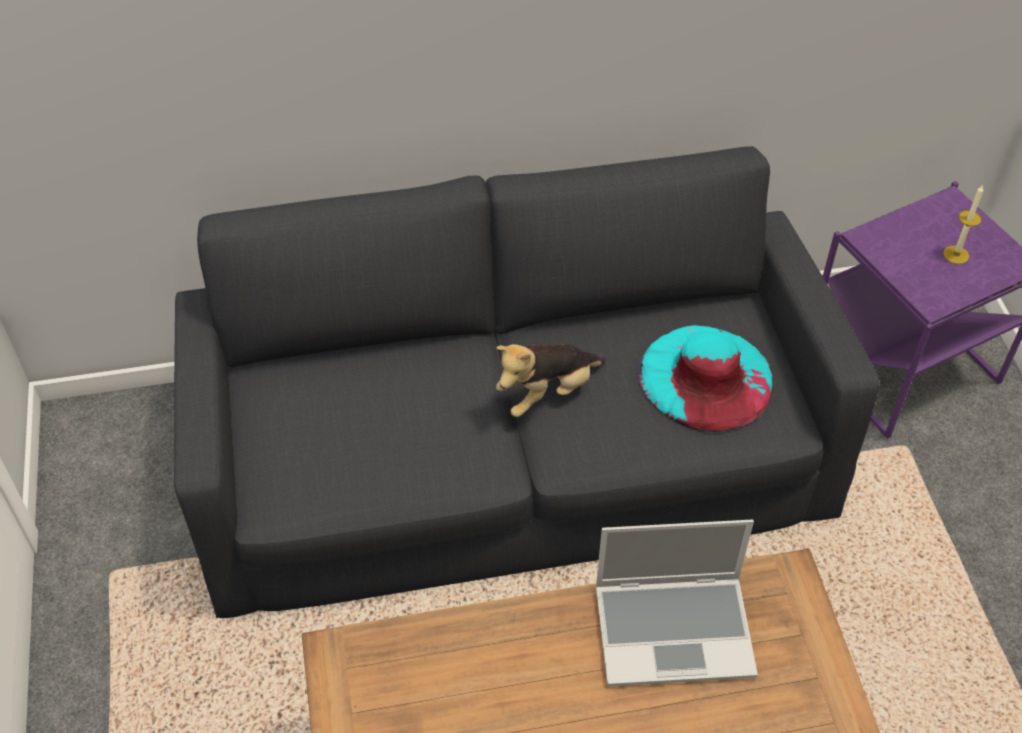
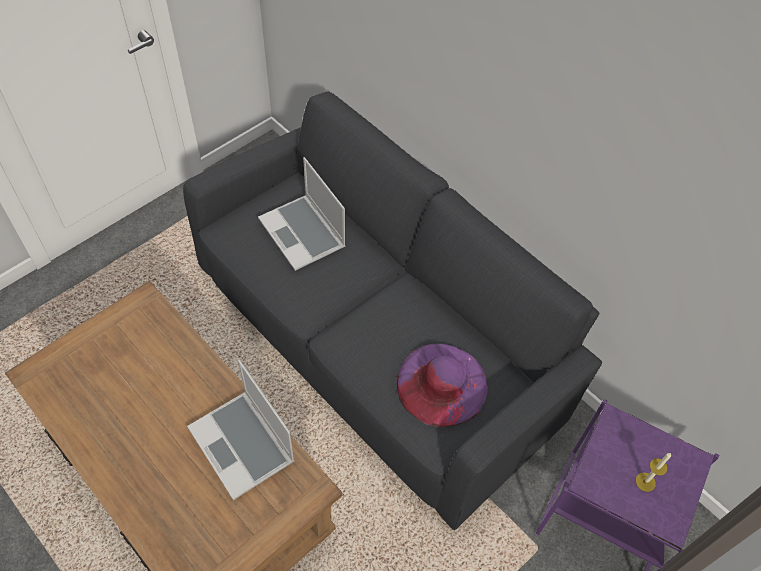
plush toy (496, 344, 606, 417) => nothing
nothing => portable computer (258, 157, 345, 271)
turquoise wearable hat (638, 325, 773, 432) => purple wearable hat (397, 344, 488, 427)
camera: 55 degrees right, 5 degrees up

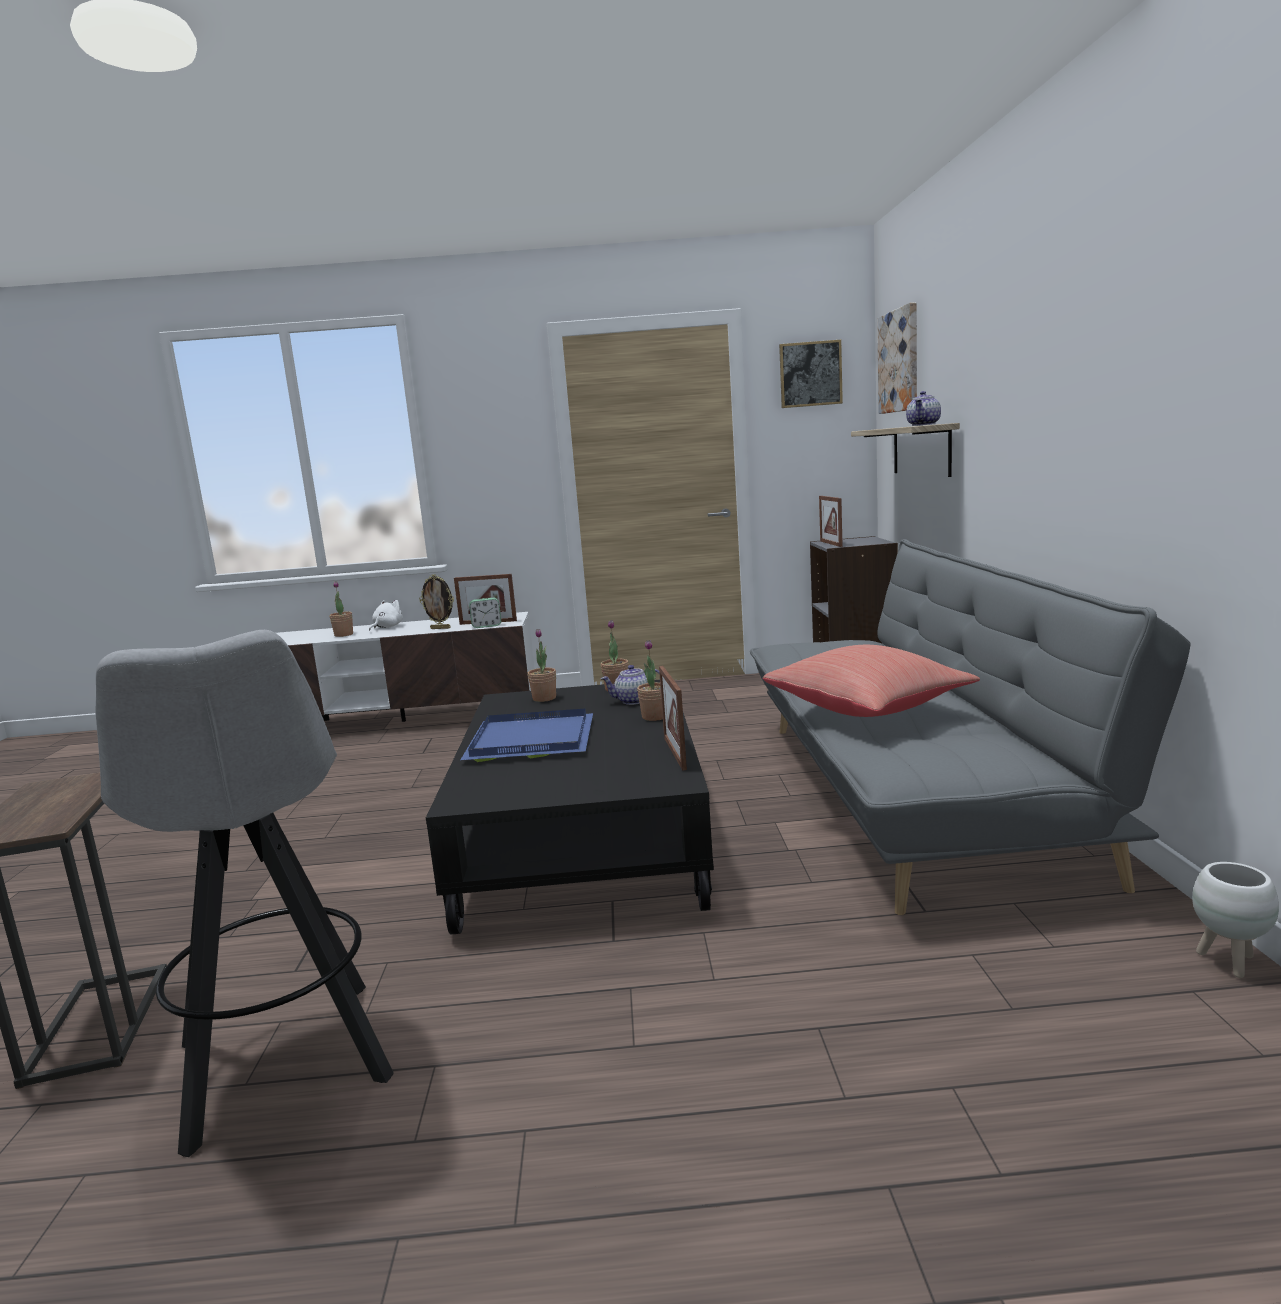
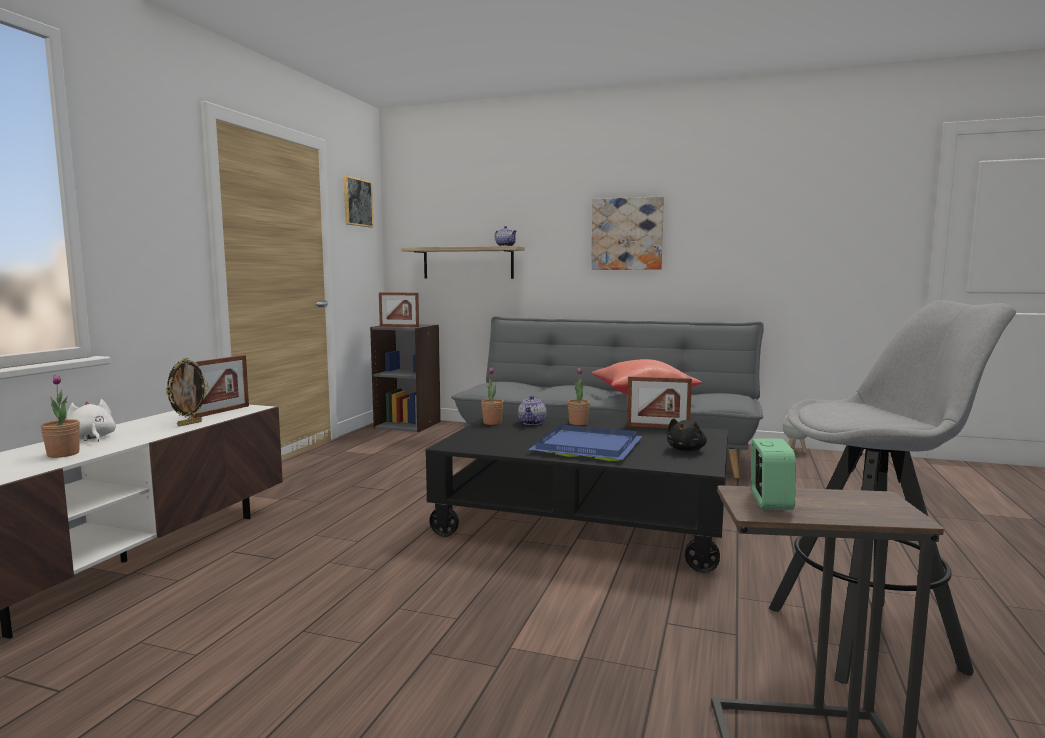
houseplant (528, 629, 556, 702) => nothing
nothing => black plush toy (667, 418, 707, 451)
table clock (469, 598, 501, 628) => table clock (751, 438, 796, 510), move
wall picture (877, 302, 917, 414) => wall picture (591, 196, 664, 270), move
camera: 70 degrees left, 5 degrees down

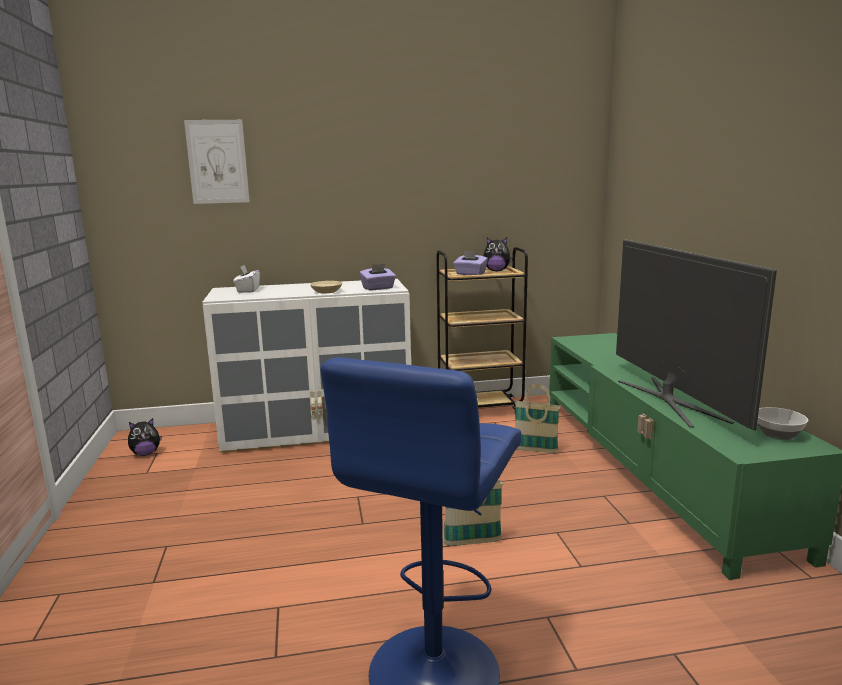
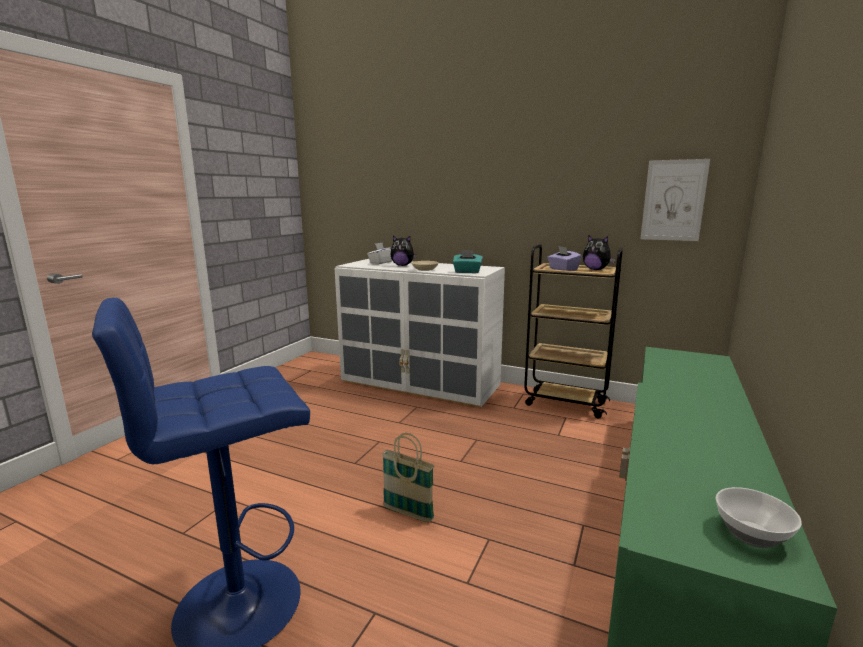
household basket (515, 384, 560, 453) => nothing
TV set (616, 239, 777, 430) => nothing
plush toy (128, 418, 162, 456) => plush toy (390, 236, 417, 266), move
wall picture (184, 120, 250, 204) => wall picture (641, 159, 710, 241), move
purple box of tissues (359, 264, 396, 290) => turquoise box of tissues (453, 250, 483, 273)
camera: 35 degrees right, 0 degrees up

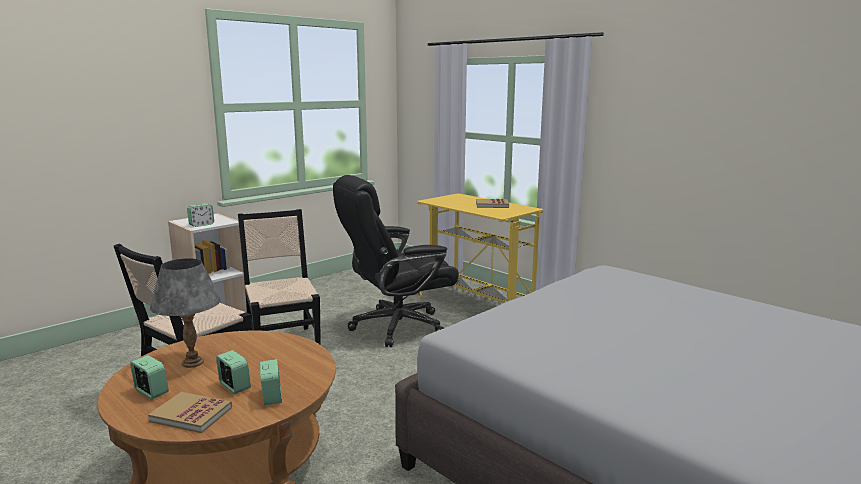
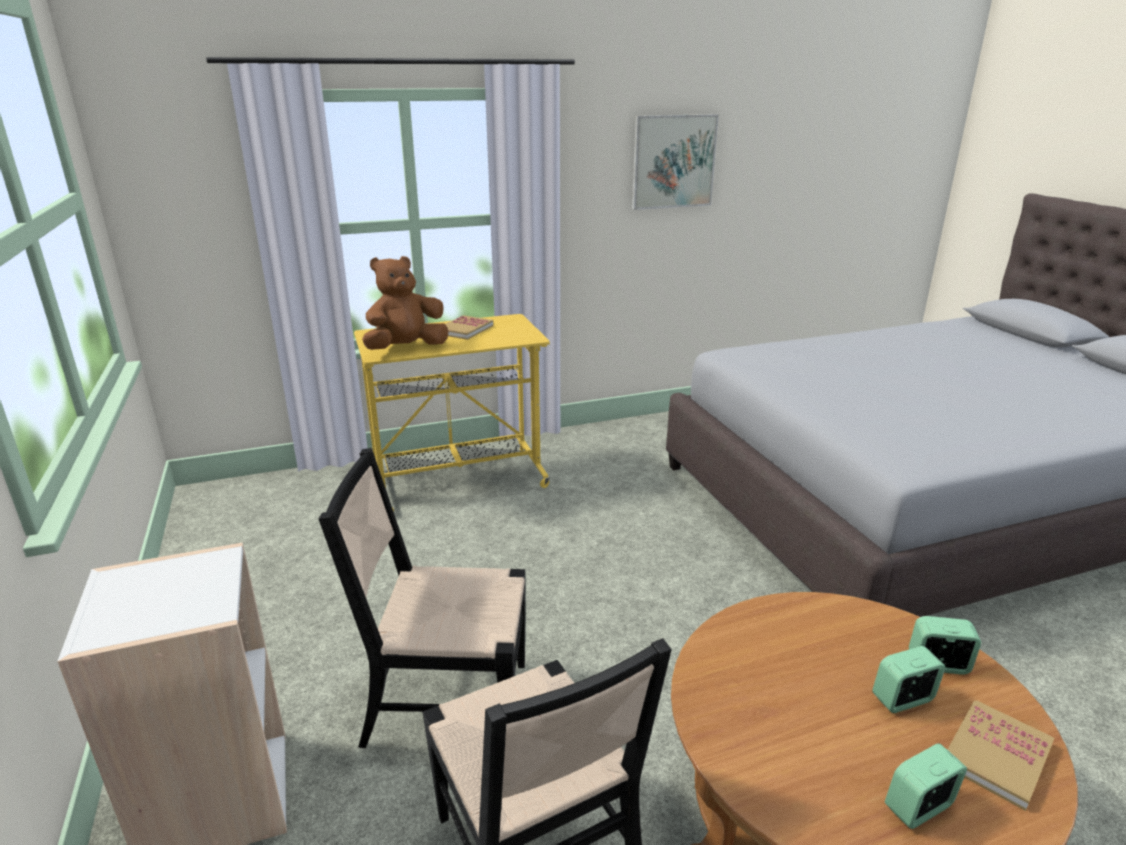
greyish lamp for a table (150, 258, 221, 368) => nothing
table clock (187, 203, 214, 227) => nothing
black desk chair (333, 175, 459, 347) => nothing
nothing => brownish plush toy (362, 256, 448, 350)
nothing => wall picture (632, 114, 719, 210)
camera: 65 degrees left, 10 degrees up

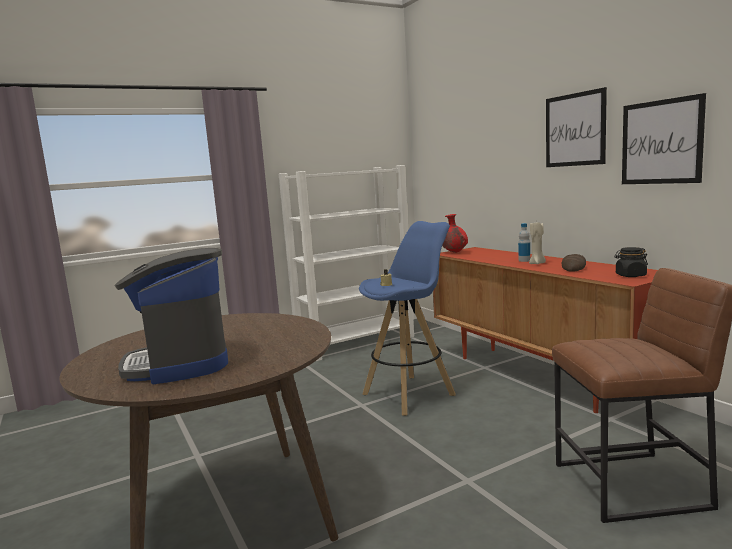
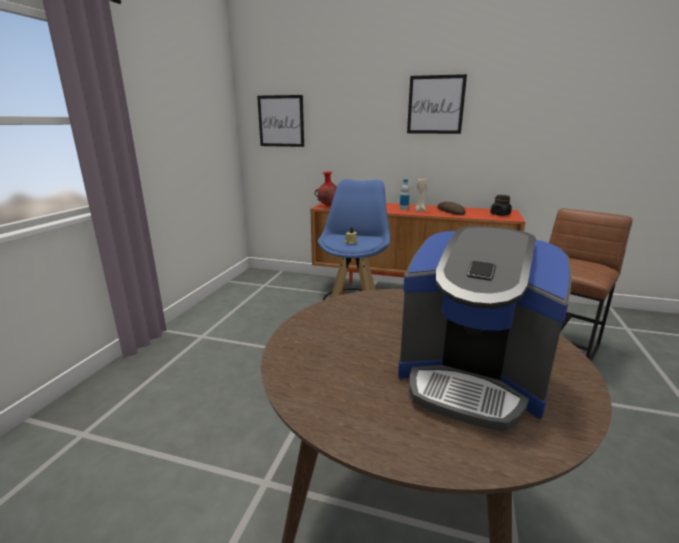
white bookshelf (279, 165, 414, 361) => nothing
wall picture (622, 93, 706, 184) => wall picture (257, 95, 304, 147), move
camera: 45 degrees left, 10 degrees up

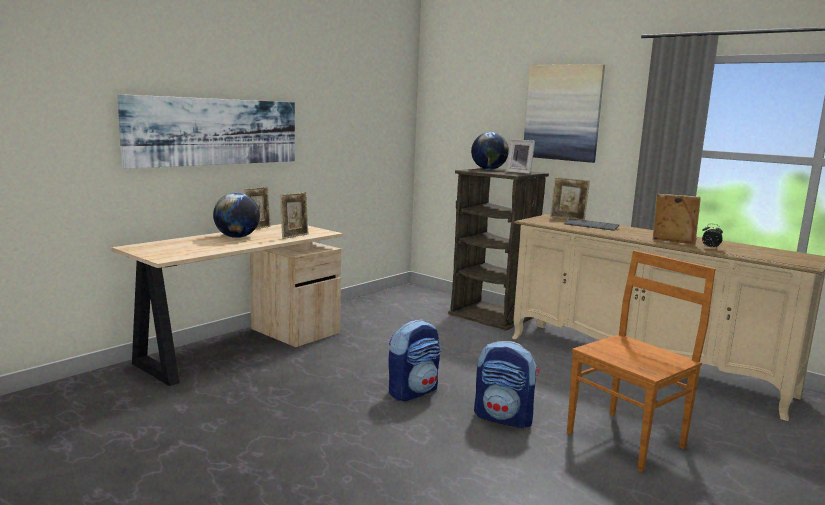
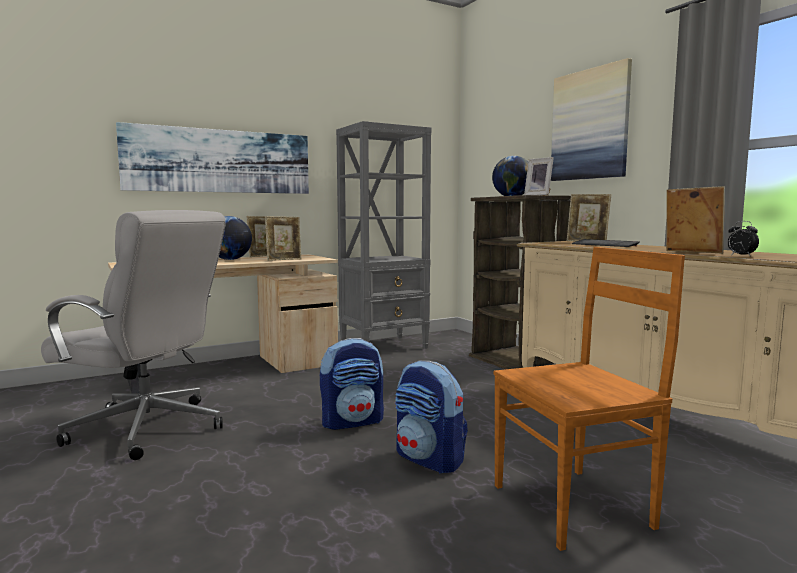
nothing => greyish desk chair (41, 210, 226, 460)
nothing => greyish bookshelf (336, 121, 431, 349)
camera: 20 degrees right, 5 degrees down

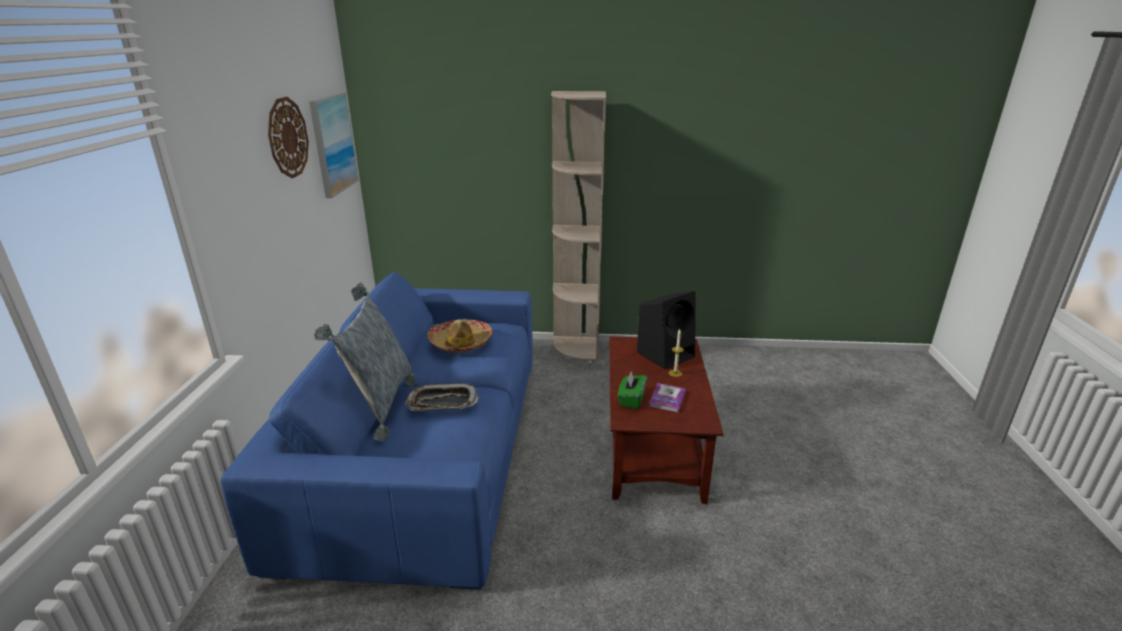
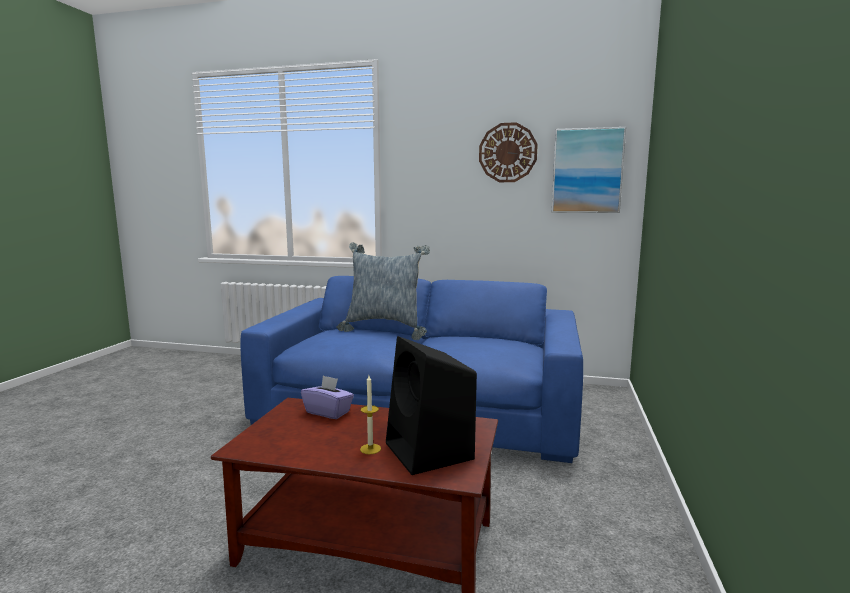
tray (405, 383, 479, 411) => nothing
wearable hat (427, 319, 493, 353) => nothing
sand-coloured bookshelf (551, 91, 606, 363) => nothing
book (649, 383, 686, 413) => nothing
green box of tissues (617, 371, 647, 409) => purple box of tissues (301, 375, 354, 419)
camera: 100 degrees right, 15 degrees down

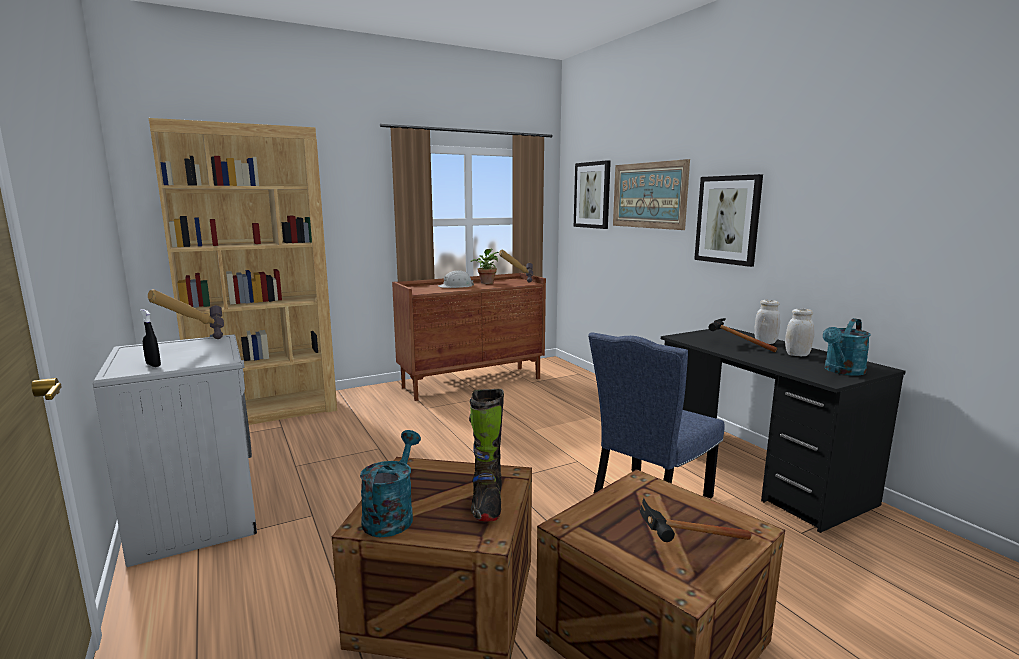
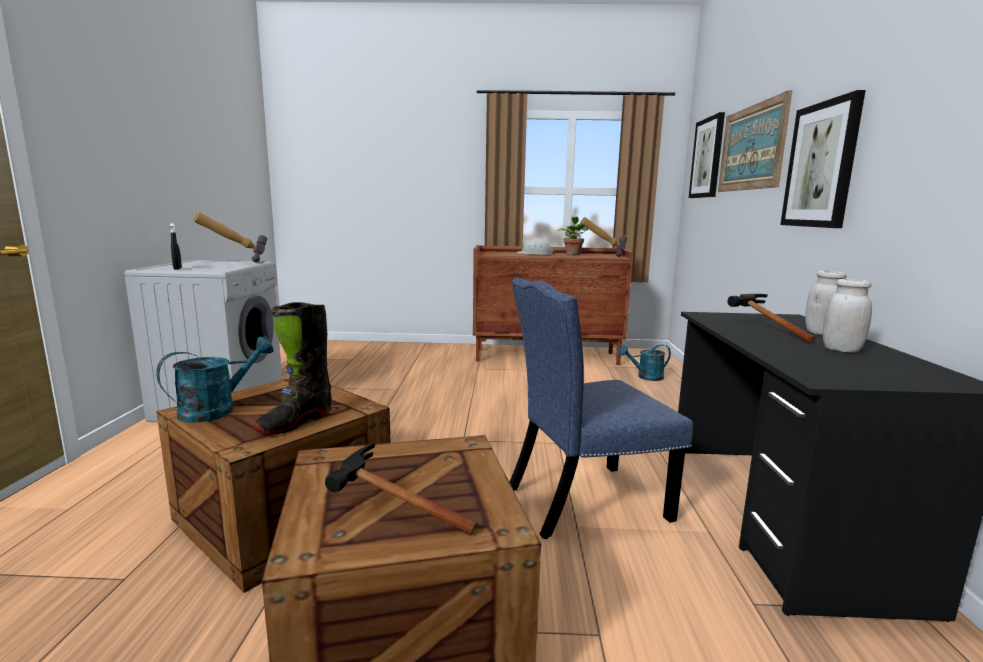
brownish bookshelf (148, 118, 337, 425) => nothing
turquoise watering can (823, 318, 871, 376) => turquoise watering can (619, 345, 671, 381), move
camera: 30 degrees right, 0 degrees up

